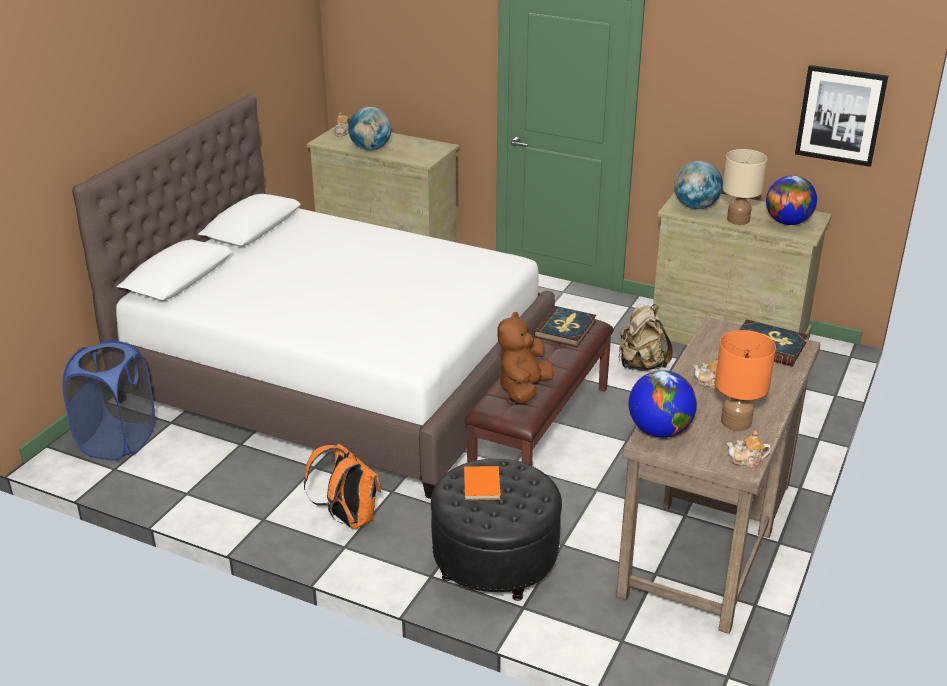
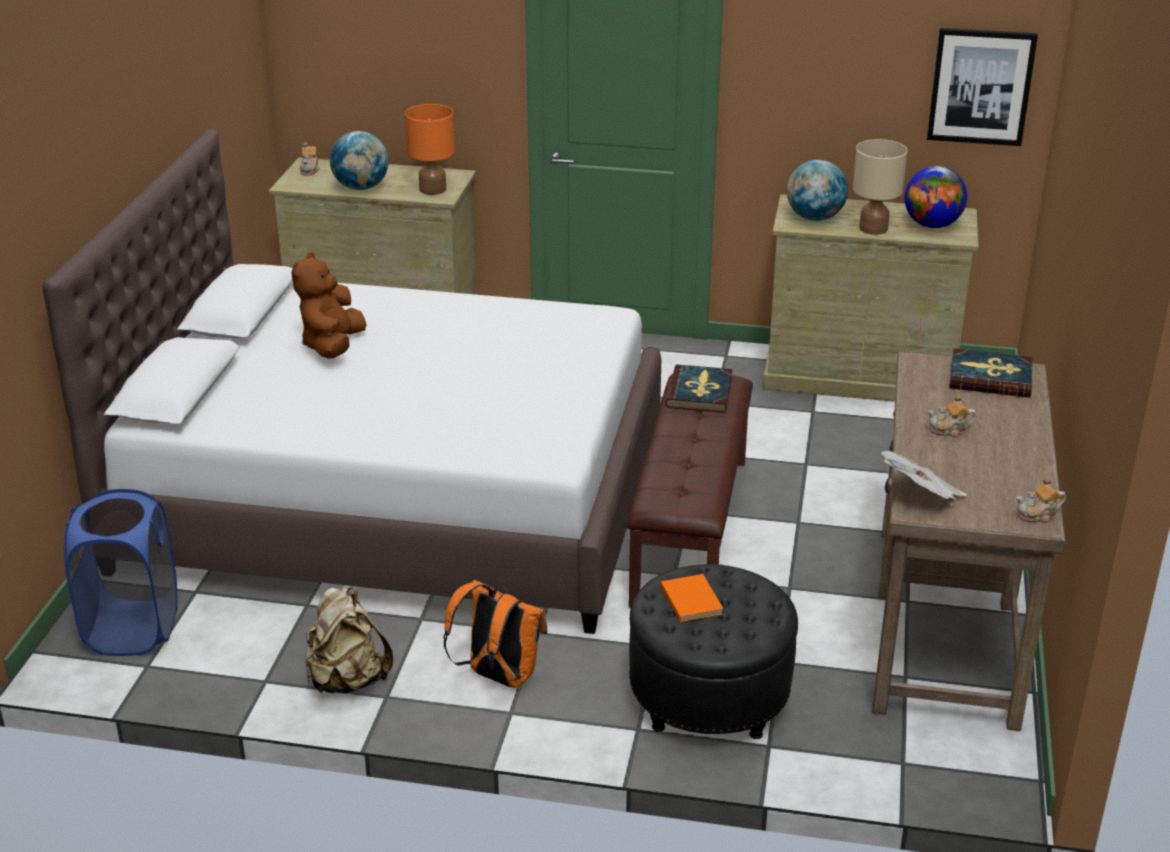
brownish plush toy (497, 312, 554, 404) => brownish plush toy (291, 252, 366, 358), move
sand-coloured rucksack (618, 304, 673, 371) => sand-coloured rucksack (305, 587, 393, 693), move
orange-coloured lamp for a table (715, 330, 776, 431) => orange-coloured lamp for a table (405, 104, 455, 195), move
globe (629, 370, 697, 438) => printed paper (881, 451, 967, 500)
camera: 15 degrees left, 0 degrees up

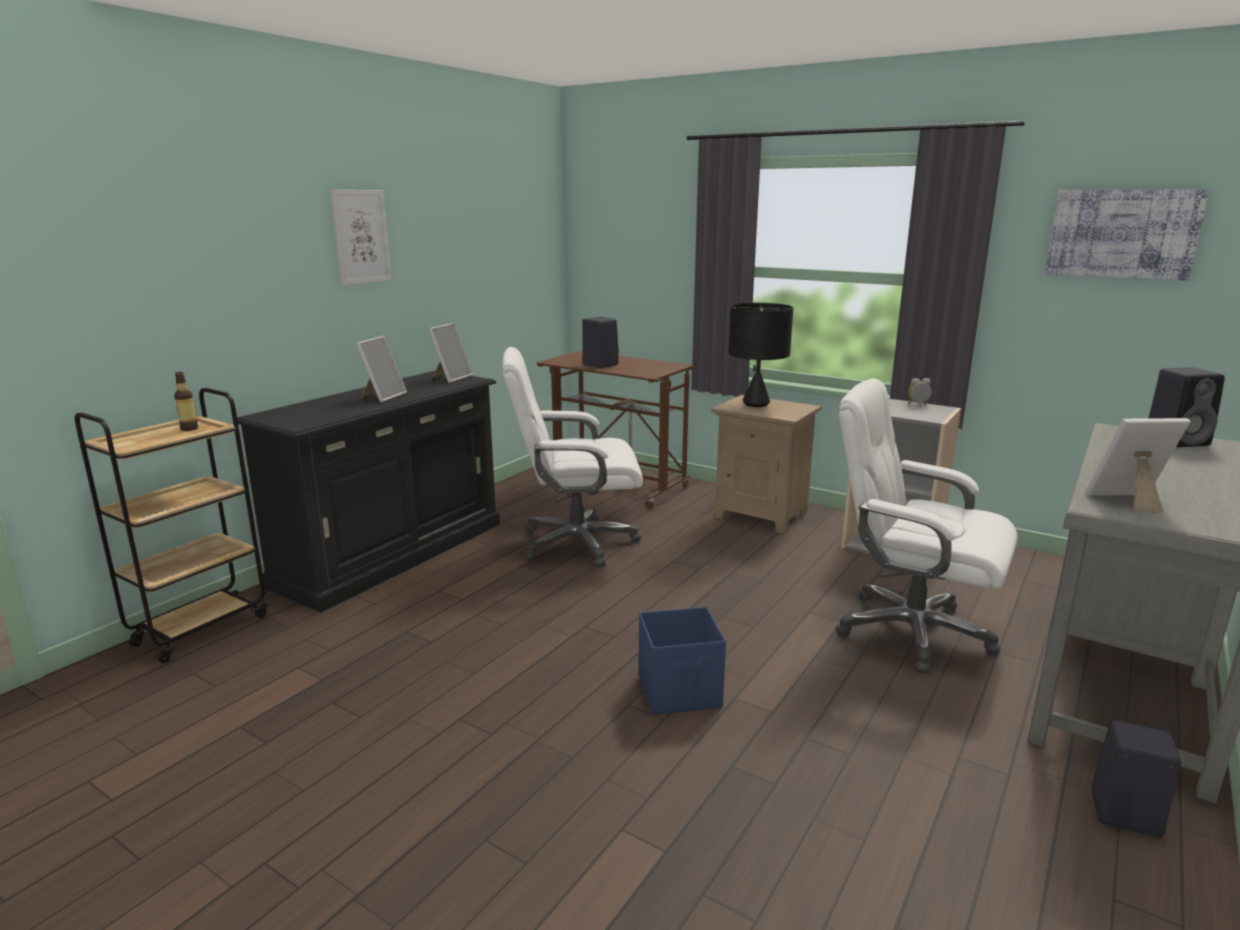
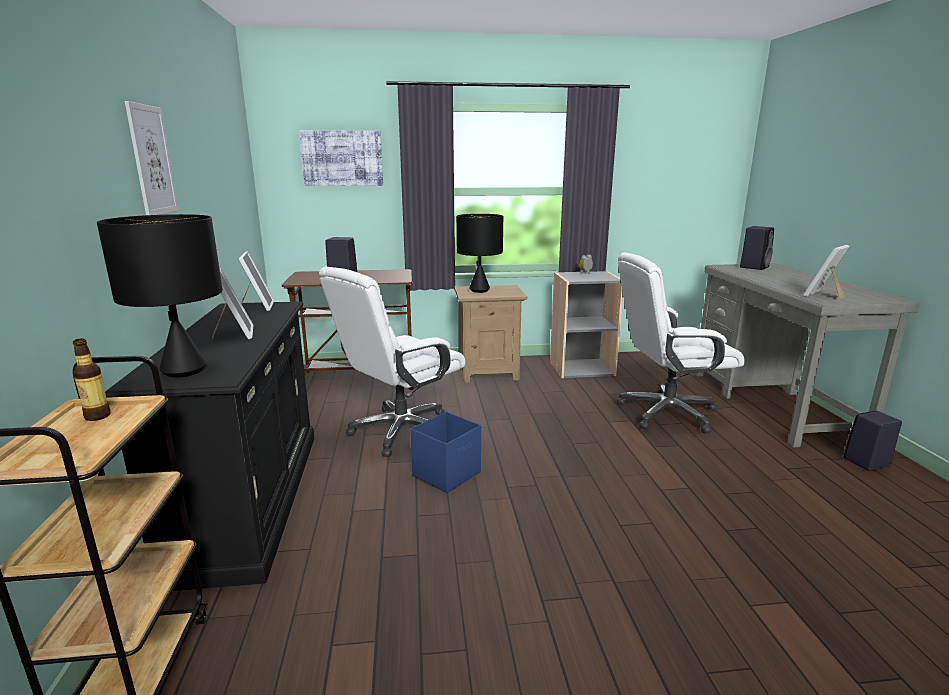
nothing => black lamp for a table (97, 214, 223, 377)
blue-coloured storage container (639, 607, 726, 715) => blue-coloured storage container (411, 412, 481, 493), move
wall picture (1045, 189, 1209, 281) => wall picture (299, 130, 383, 186), move
camera: 40 degrees left, 0 degrees up

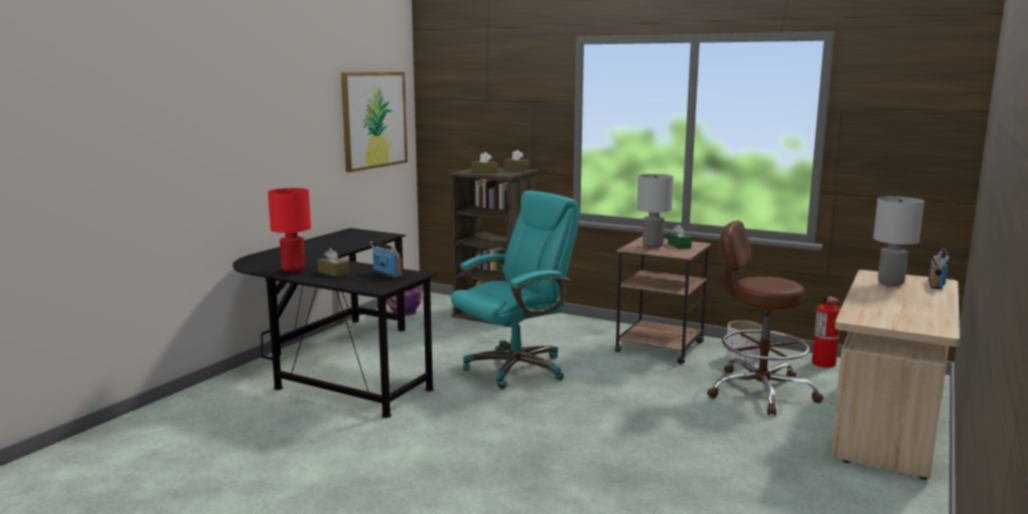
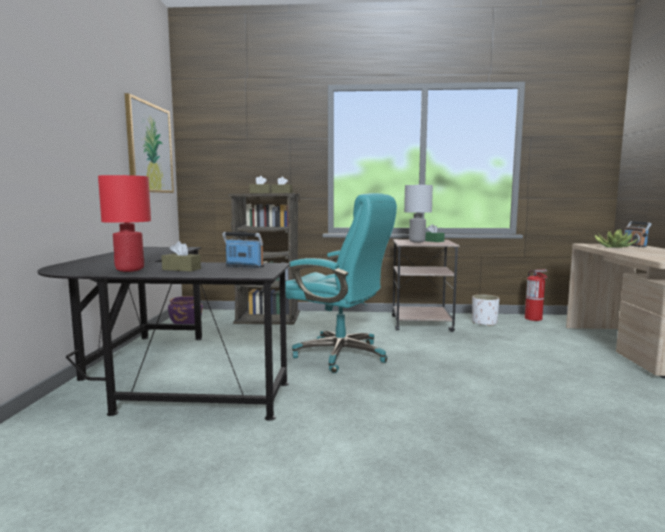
brownish sitting stool (707, 221, 823, 415) => nothing
greyish lamp for a table (873, 196, 924, 286) => houseplant (595, 229, 638, 248)
turquoise desk chair (451, 191, 579, 389) => turquoise desk chair (285, 193, 397, 373), 90 degrees clockwise
camera: 25 degrees left, 5 degrees down

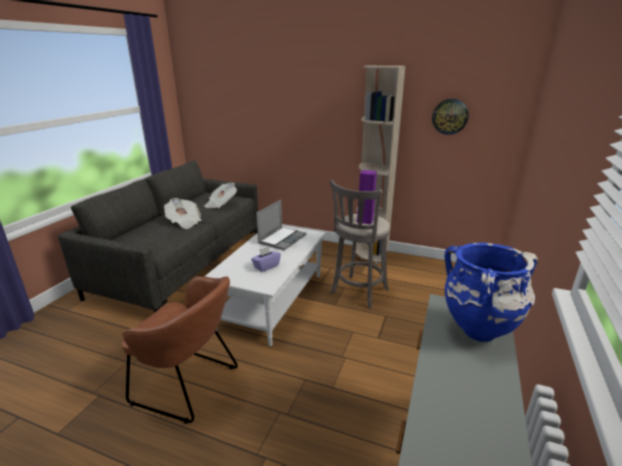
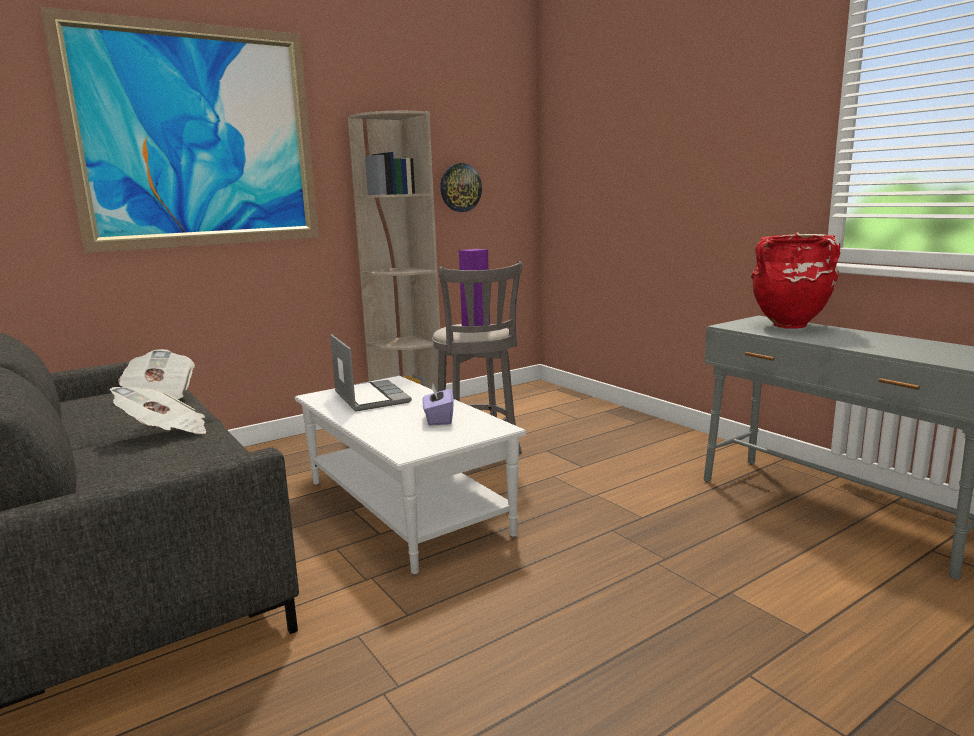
brownish lounge chair (121, 276, 238, 424) => nothing
nothing => wall picture (40, 7, 319, 253)
blue-coloured flower vase (444, 243, 538, 342) => reddish flower vase (751, 233, 840, 329)
camera: 55 degrees left, 10 degrees down

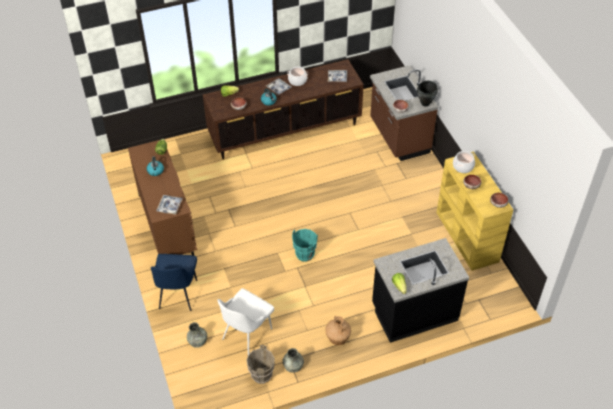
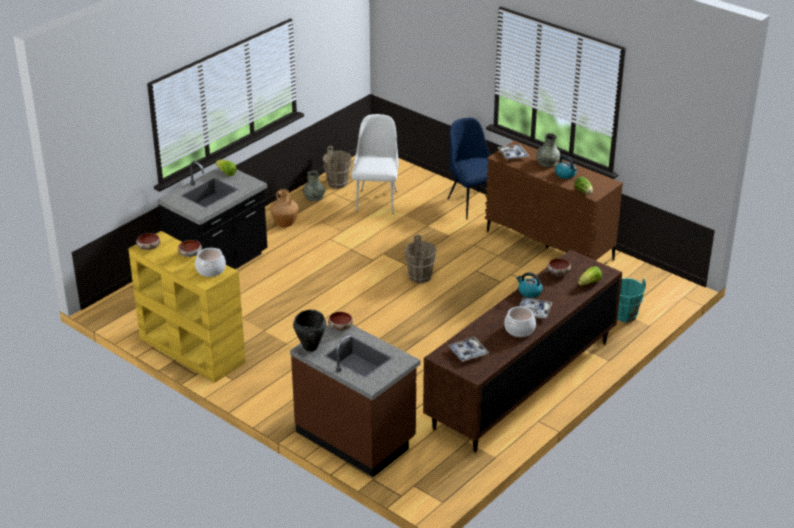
nothing => brownish bucket (405, 235, 437, 283)
greyish flower vase (187, 322, 207, 348) => greyish flower vase (536, 133, 560, 167), move
turquoise bucket (292, 229, 318, 262) => turquoise bucket (617, 278, 646, 322), move
camera: 150 degrees right, 15 degrees down

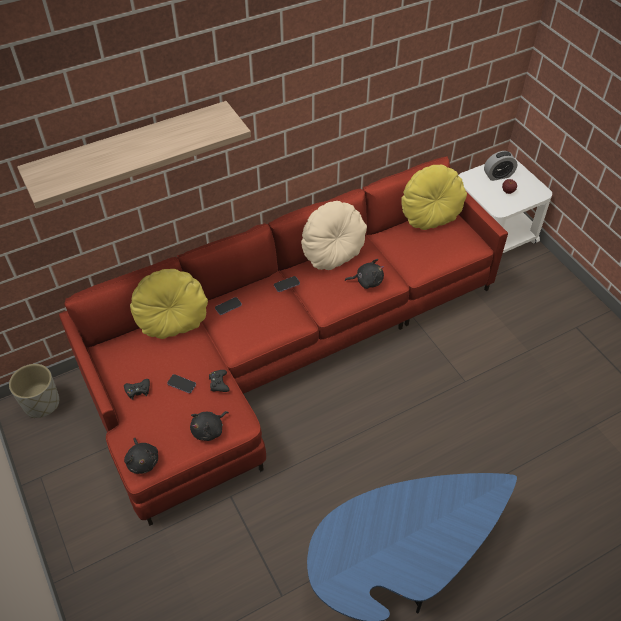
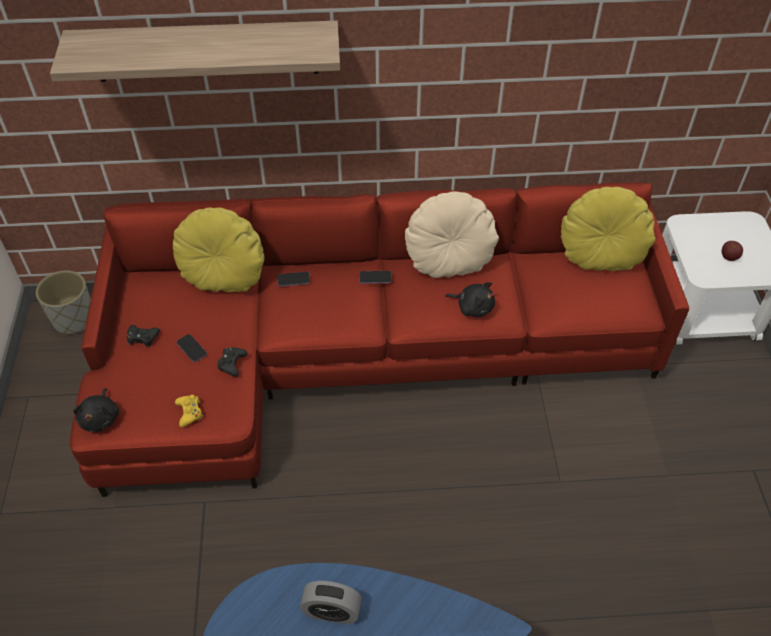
table clock (484, 151, 517, 181) => table clock (300, 581, 362, 624), move
black plush toy (190, 411, 229, 441) => yellow joypad (175, 395, 204, 427)
camera: 25 degrees right, 0 degrees up

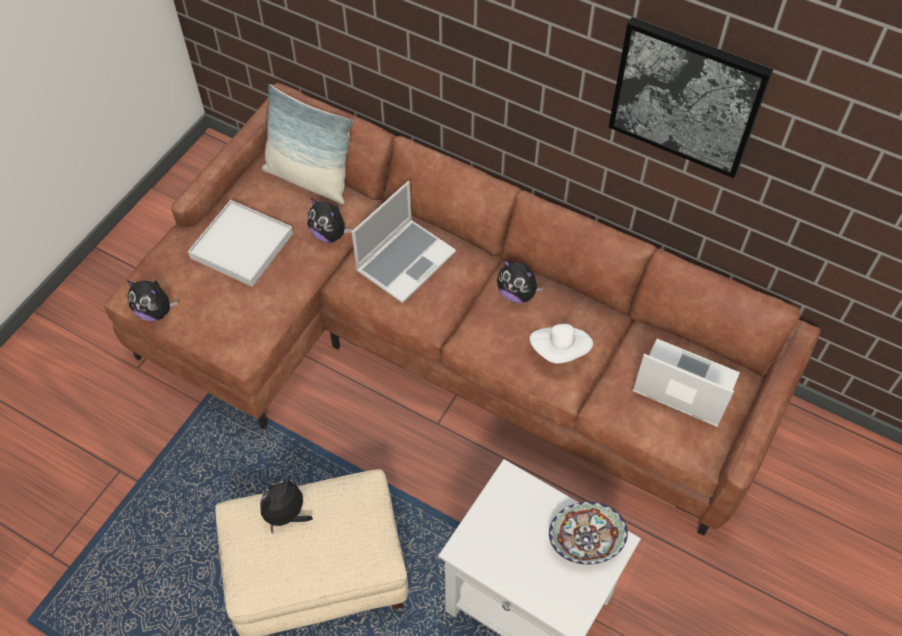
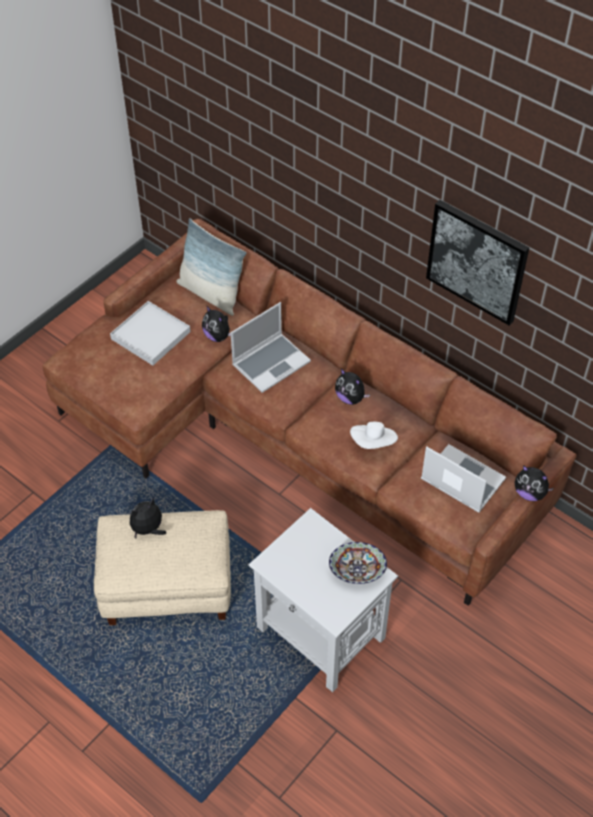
plush toy (127, 280, 178, 321) => plush toy (515, 465, 554, 501), move
camera: 10 degrees right, 5 degrees down

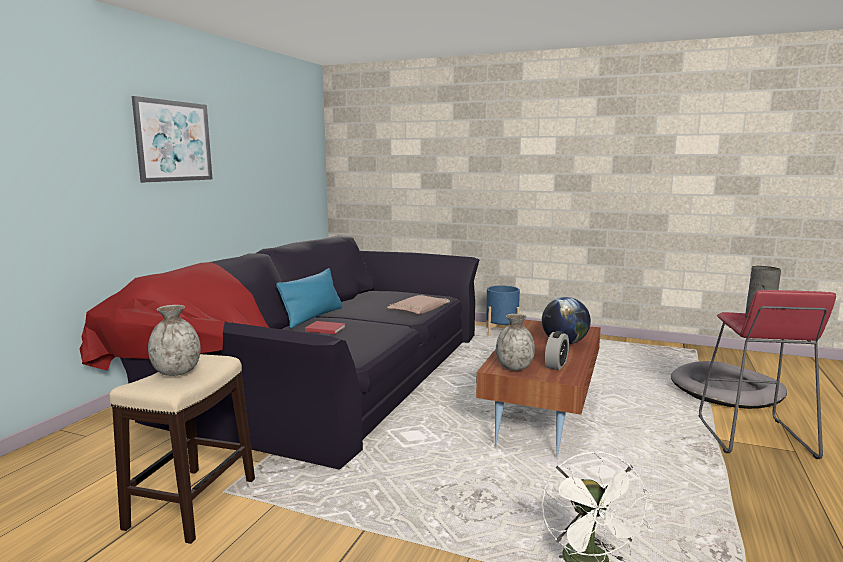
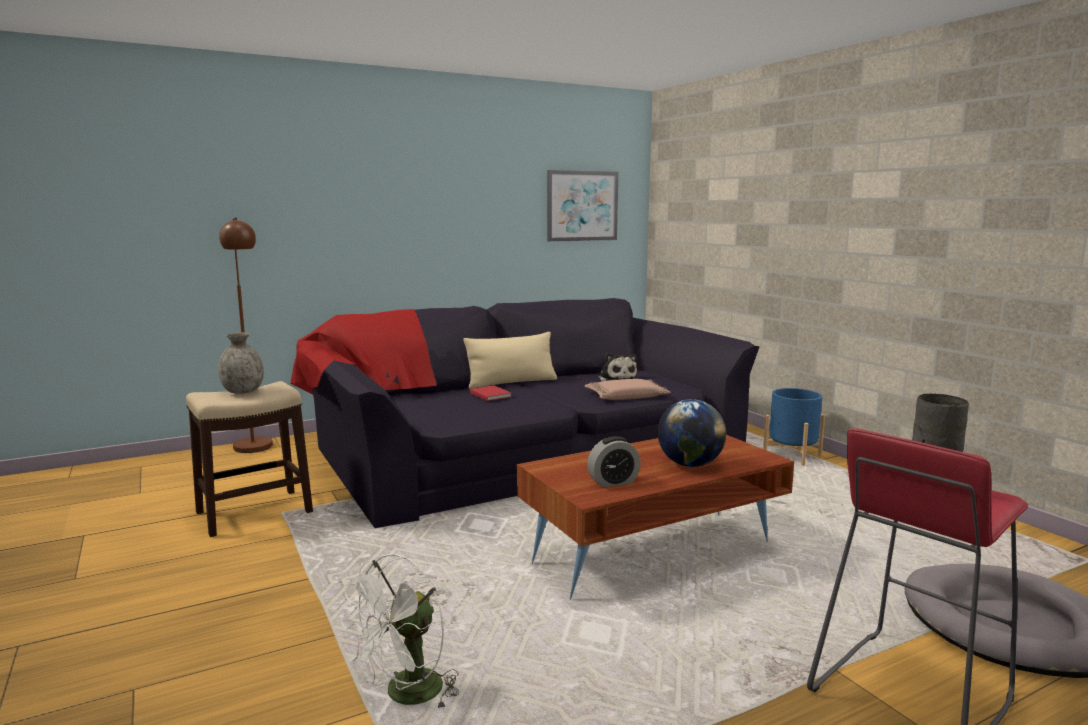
greyish flower vase (496, 314, 535, 371) => nothing
nothing => brownish floor lamp (219, 218, 273, 453)
nothing => plush toy (598, 353, 638, 381)
wall picture (132, 96, 213, 183) => wall picture (547, 170, 618, 242), move
blue-coloured cushion (276, 268, 342, 328) => sand-coloured cushion (463, 332, 557, 389)
camera: 40 degrees right, 0 degrees up

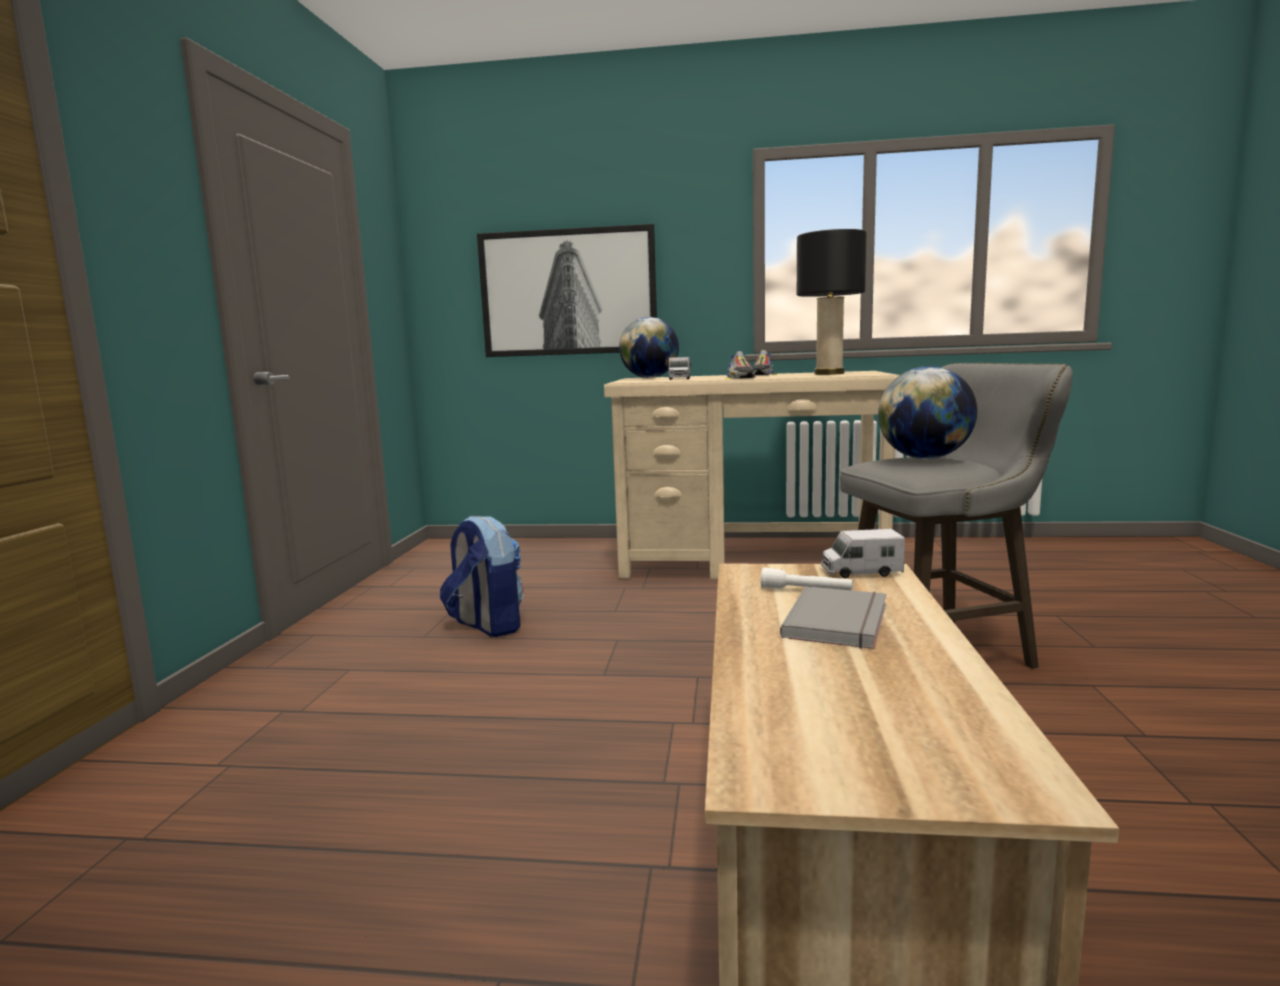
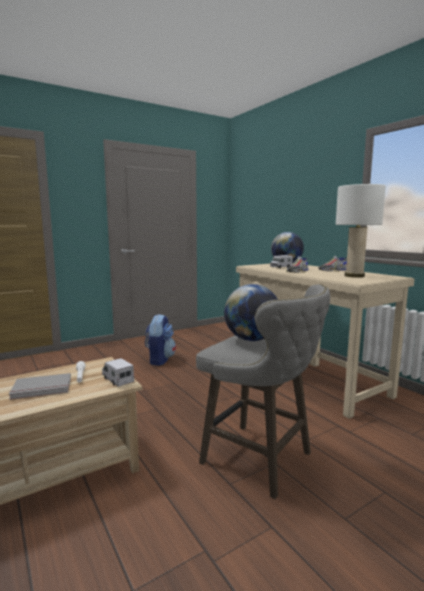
wall picture (477, 224, 657, 357) => nothing
black lamp for a table (797, 229, 867, 375) => white lamp for a table (336, 184, 386, 278)
camera: 50 degrees right, 0 degrees up

